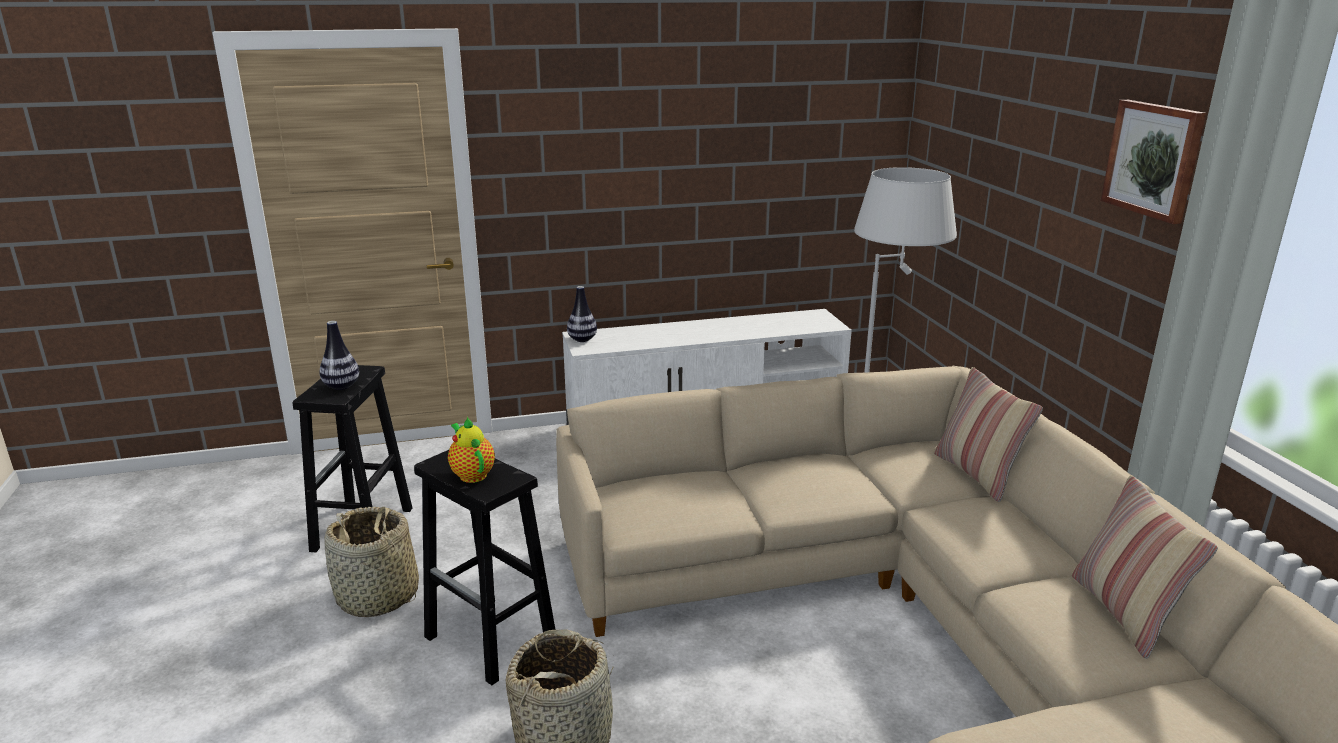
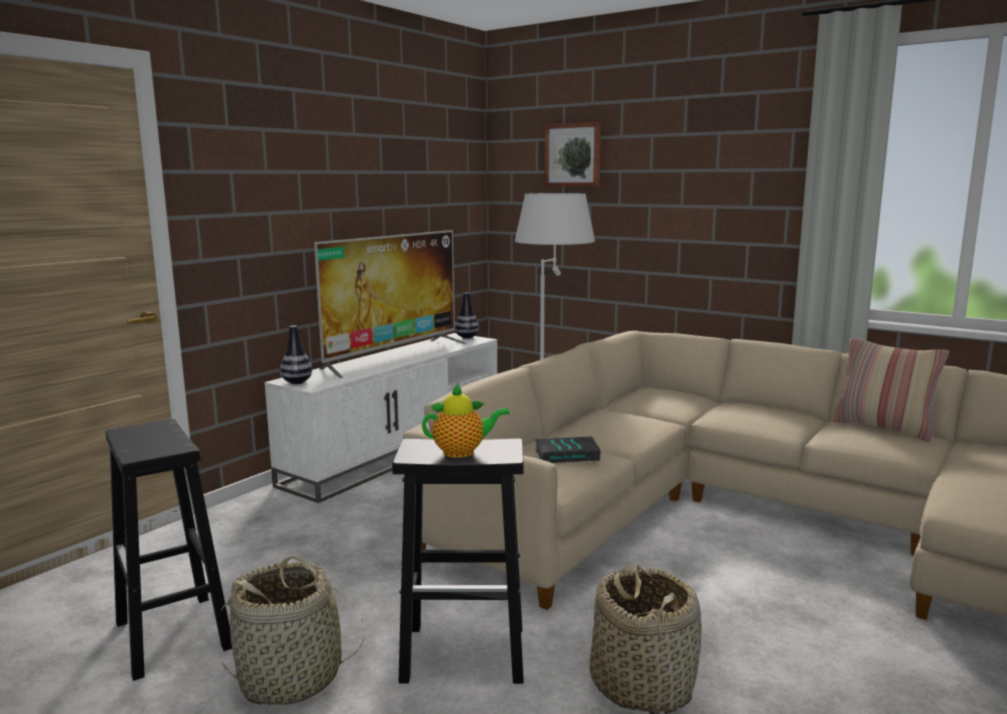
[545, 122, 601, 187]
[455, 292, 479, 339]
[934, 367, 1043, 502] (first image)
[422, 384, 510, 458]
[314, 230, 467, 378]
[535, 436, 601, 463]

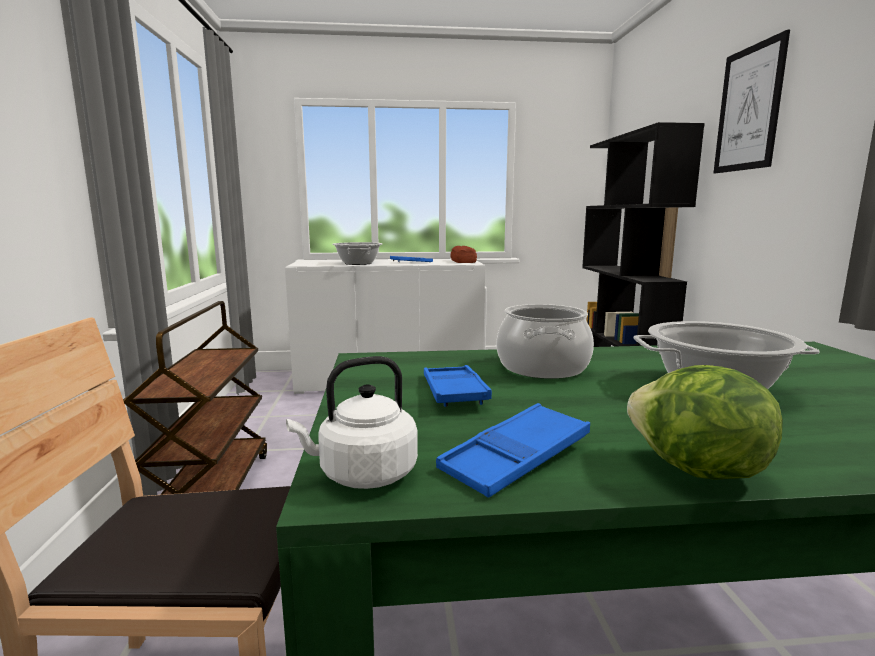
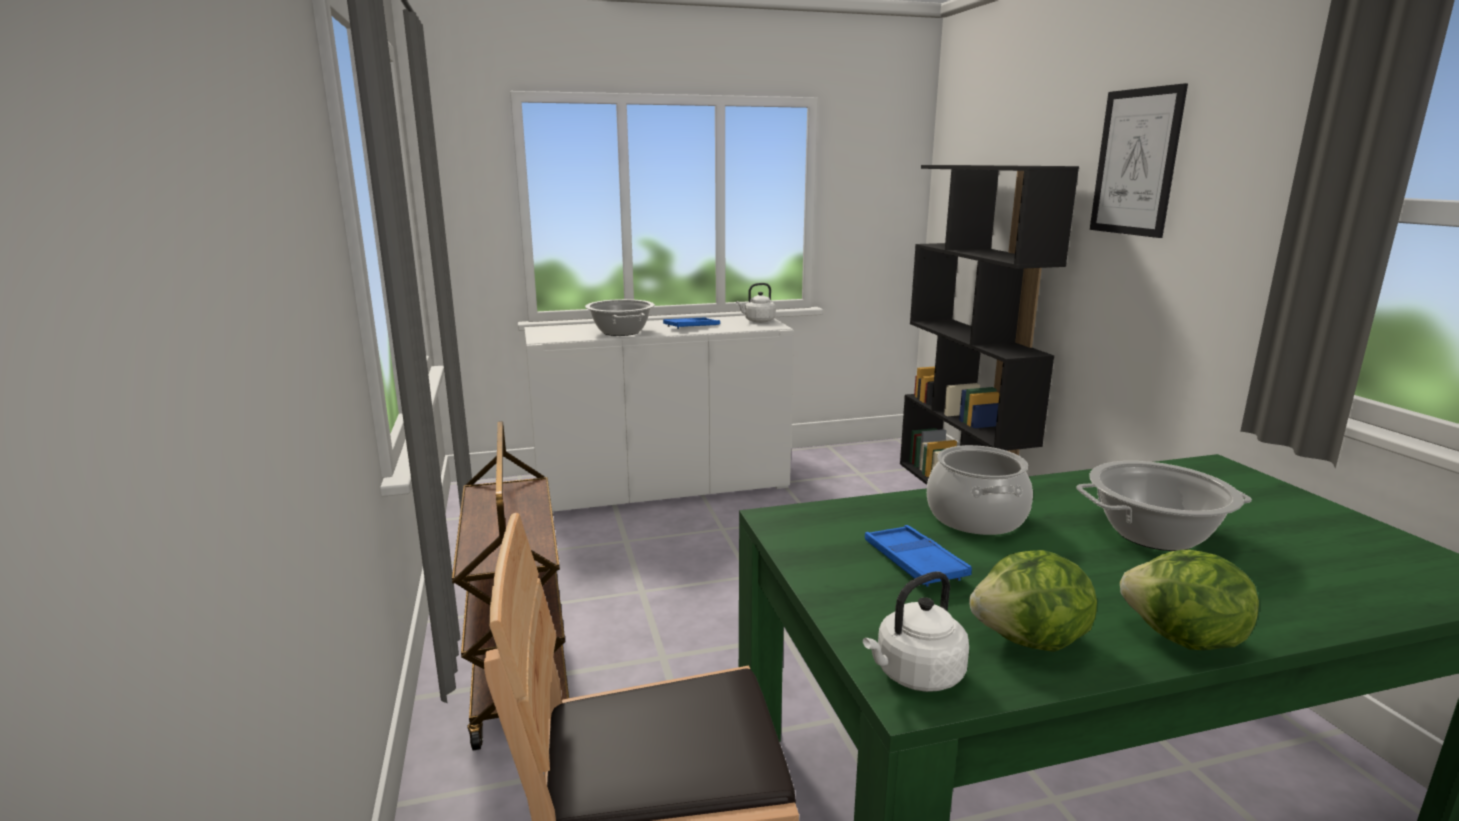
[736, 283, 776, 323]
[969, 550, 1097, 652]

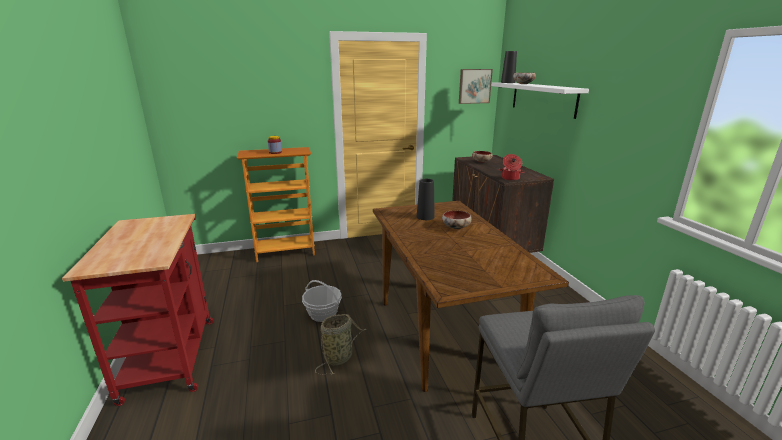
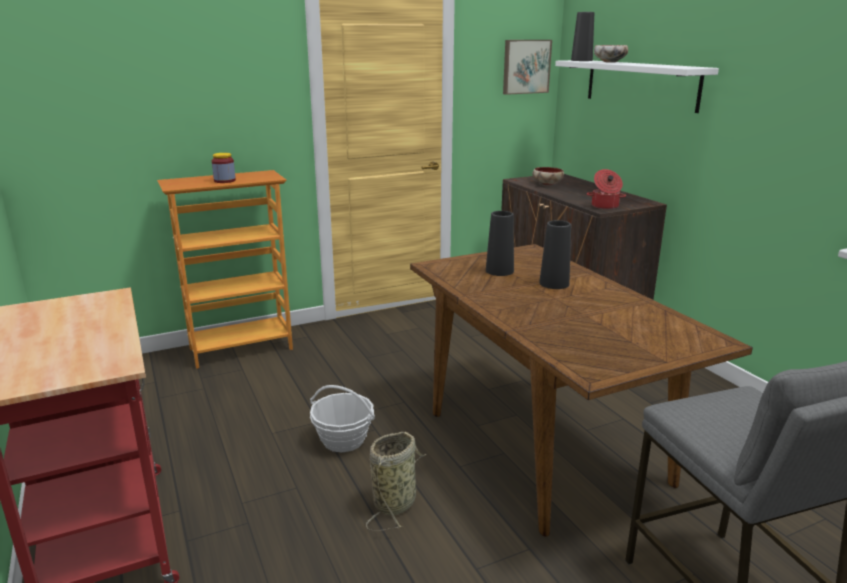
[539, 220, 571, 289]

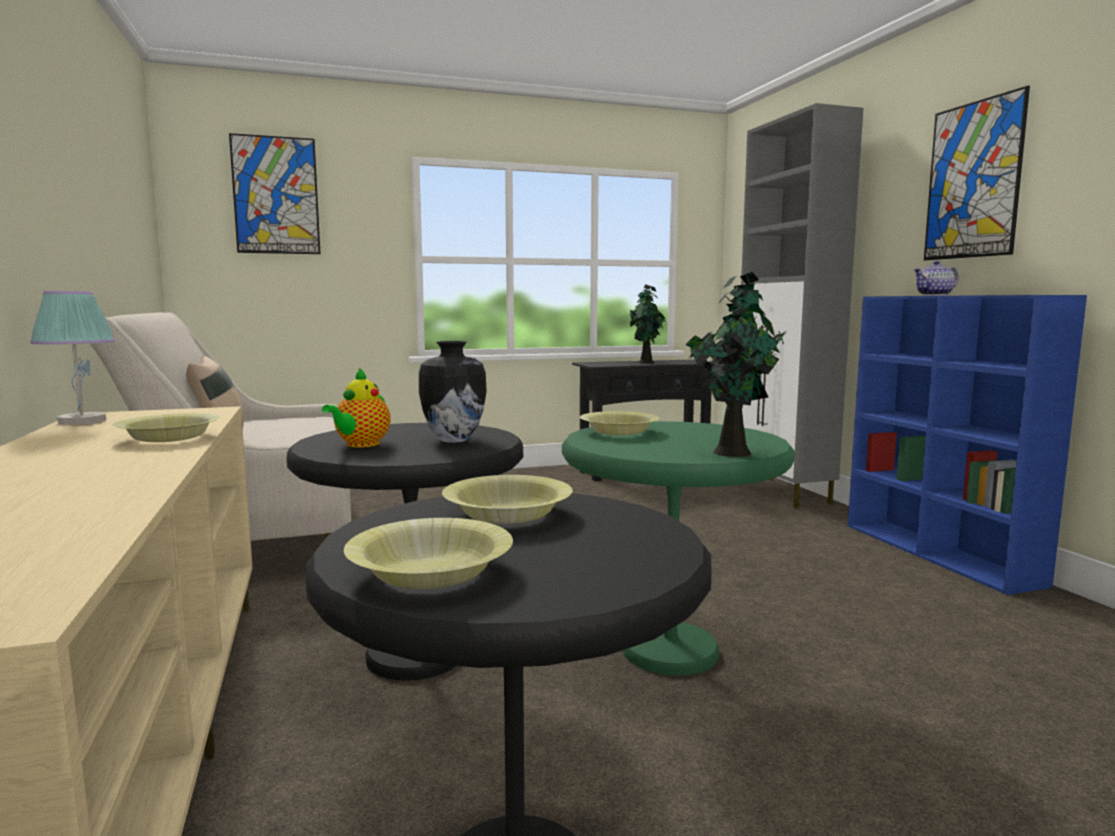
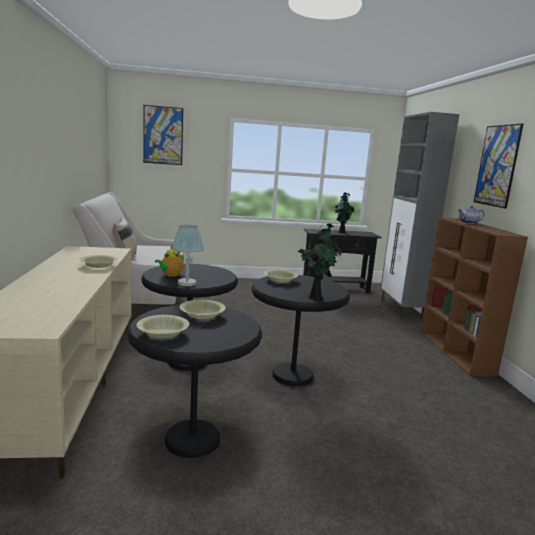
[172, 225, 204, 286]
[421, 218, 528, 377]
[419, 341, 487, 443] (first image)
[251, 275, 350, 386]

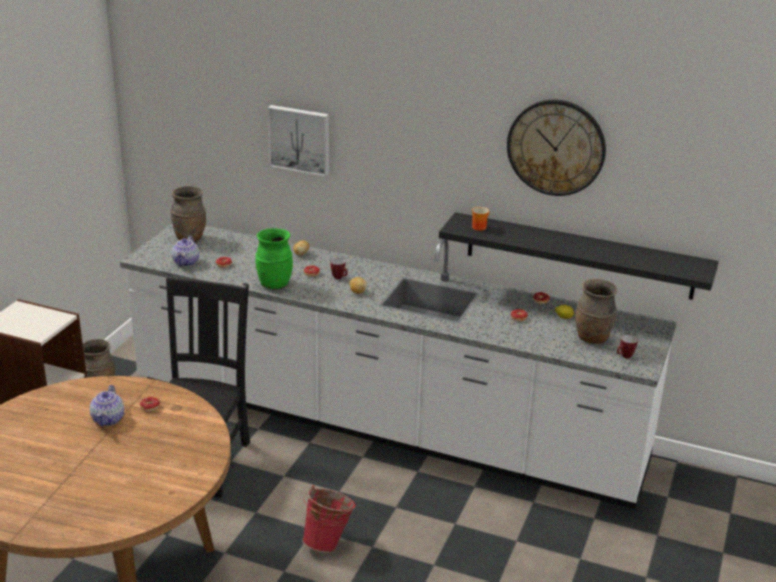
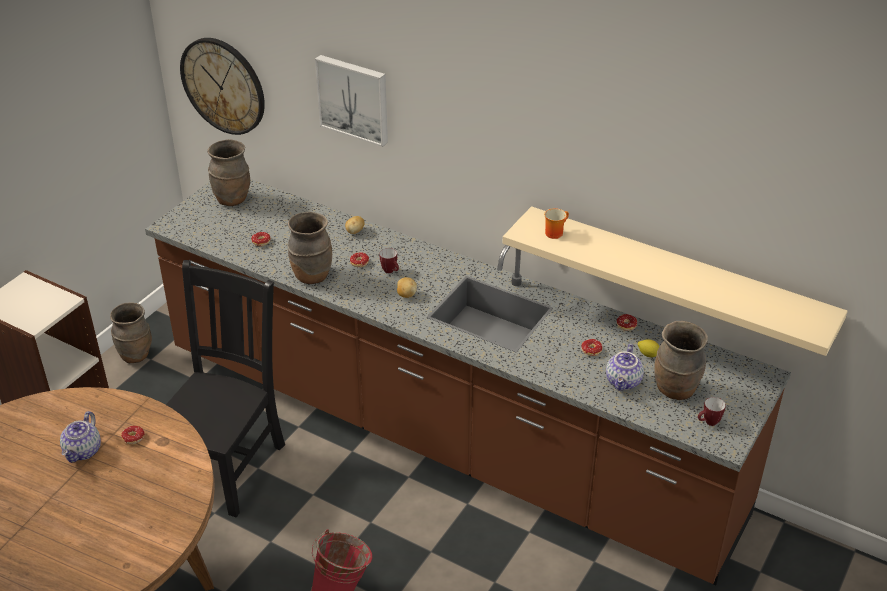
[180, 38, 265, 135]
[503, 206, 848, 356]
[145, 179, 791, 585]
[288, 212, 332, 284]
[606, 344, 644, 391]

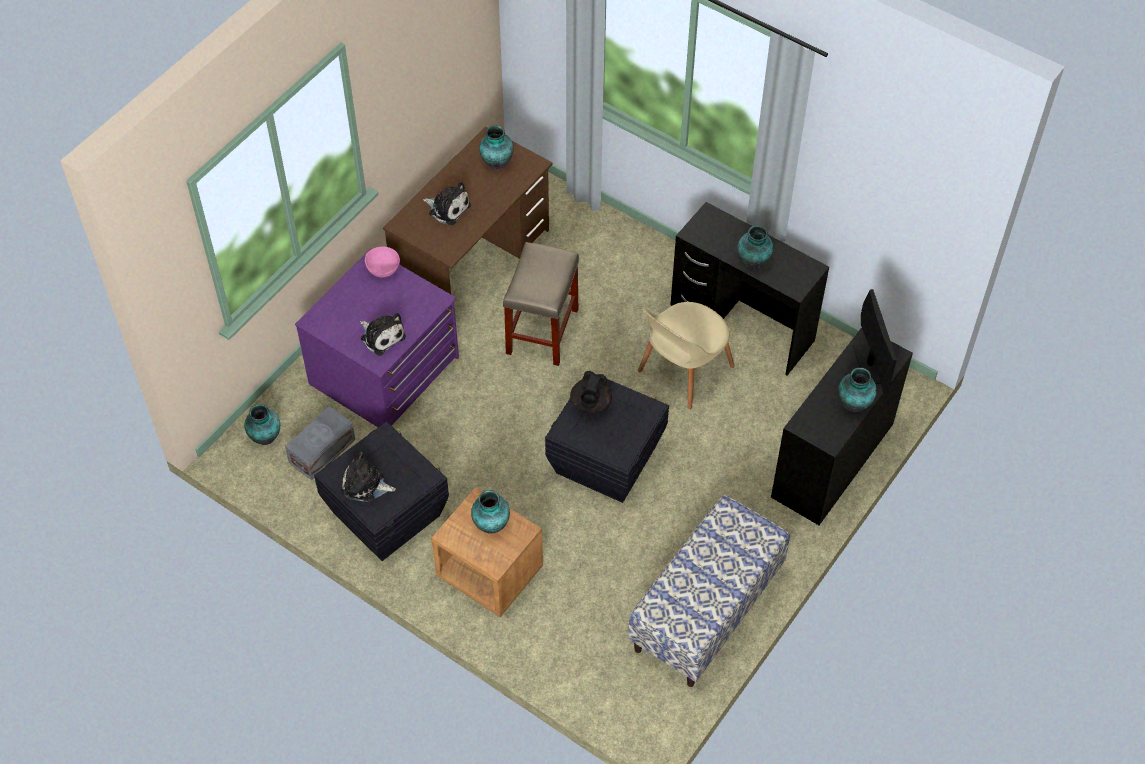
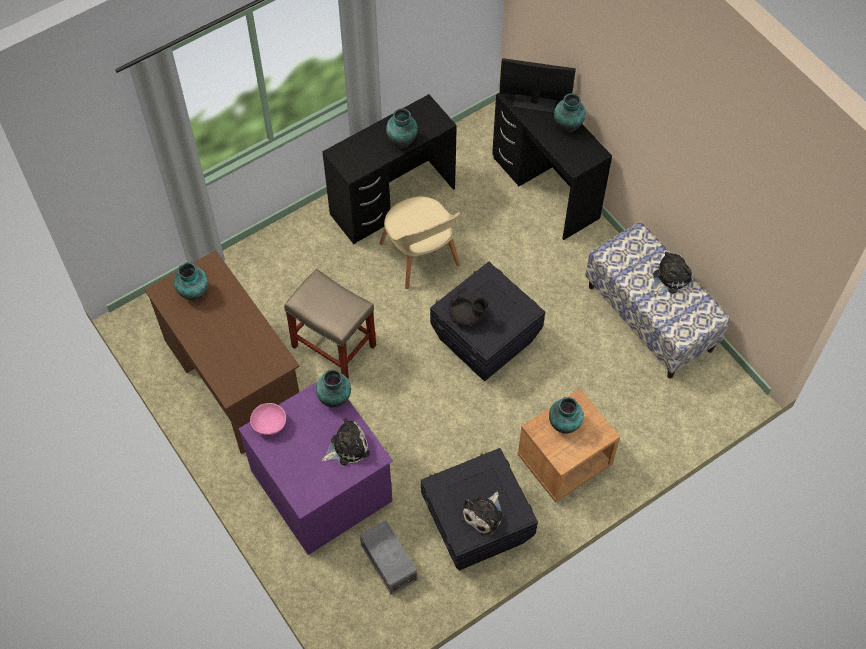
[653, 251, 692, 295]
[316, 370, 351, 407]

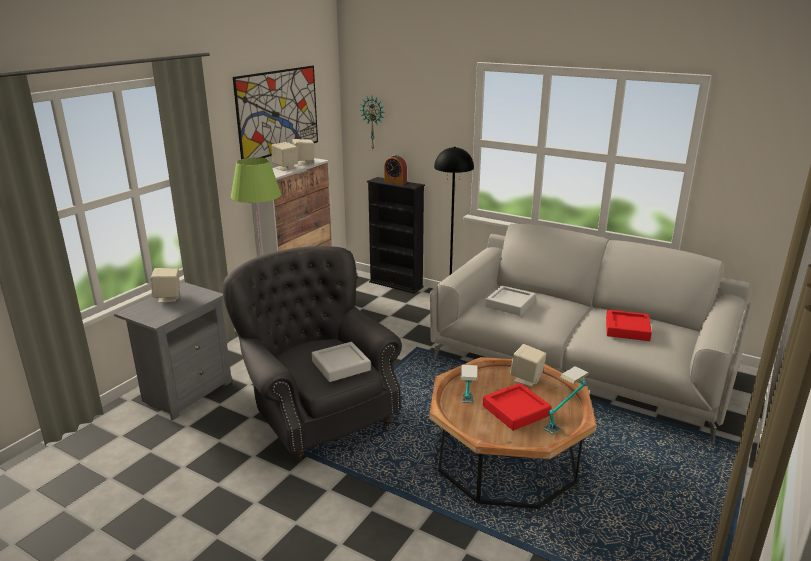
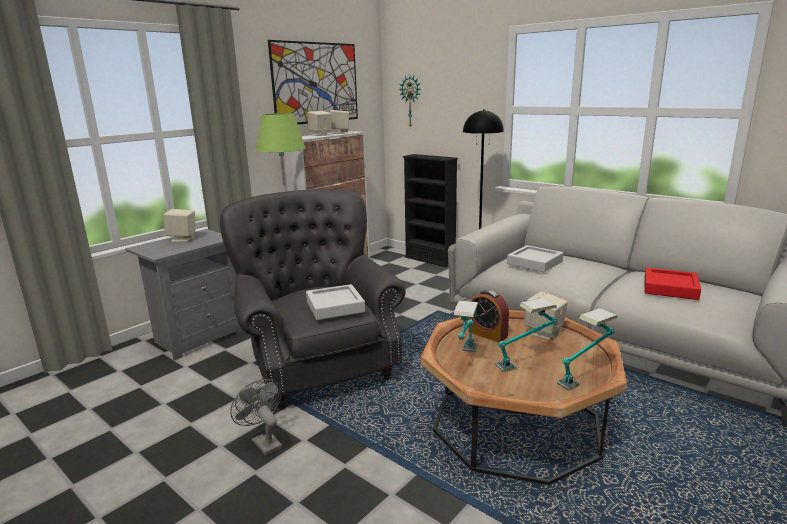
[468, 290, 509, 343]
[496, 298, 558, 372]
[230, 379, 282, 456]

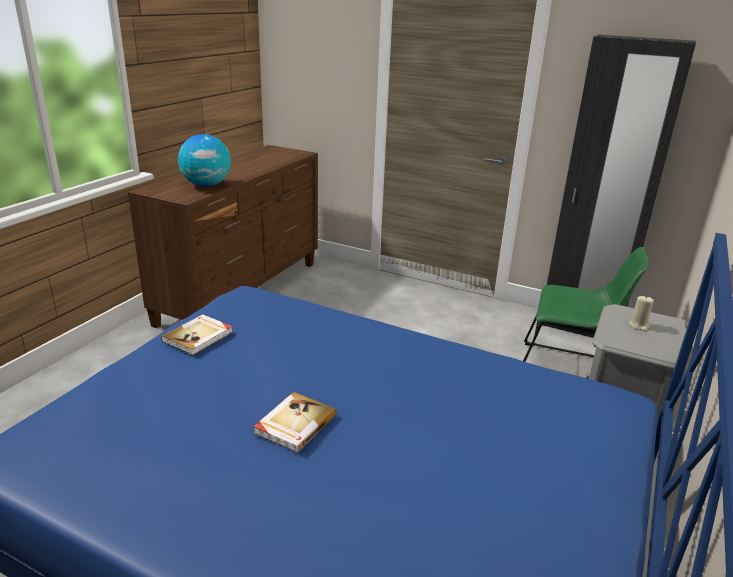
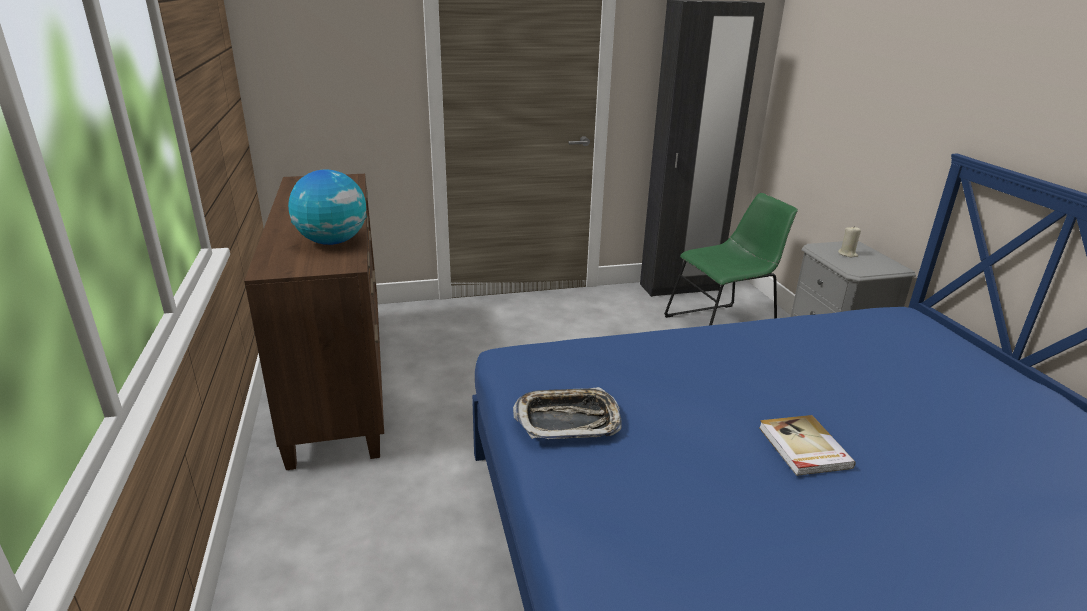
[513, 387, 622, 439]

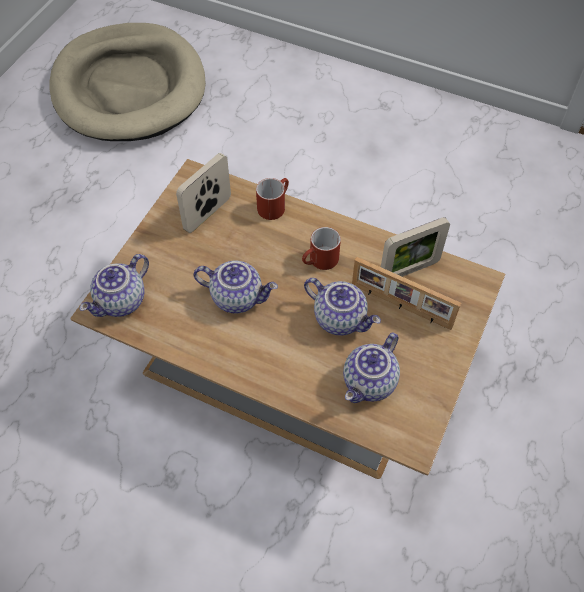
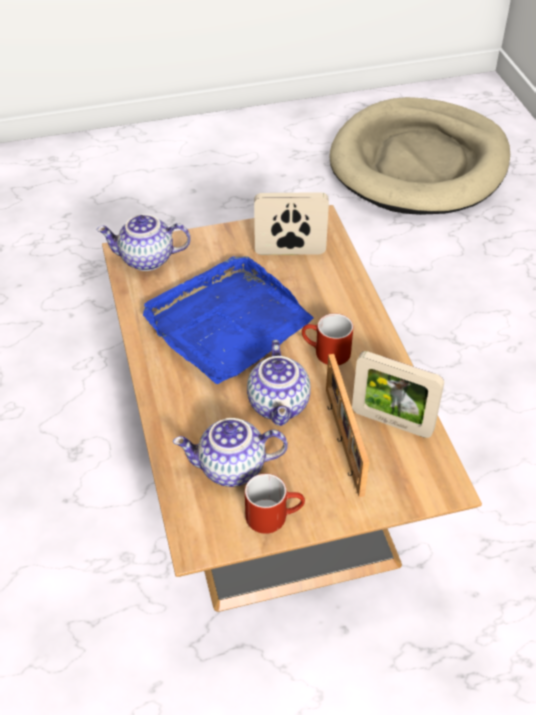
[245, 474, 305, 534]
[143, 256, 314, 384]

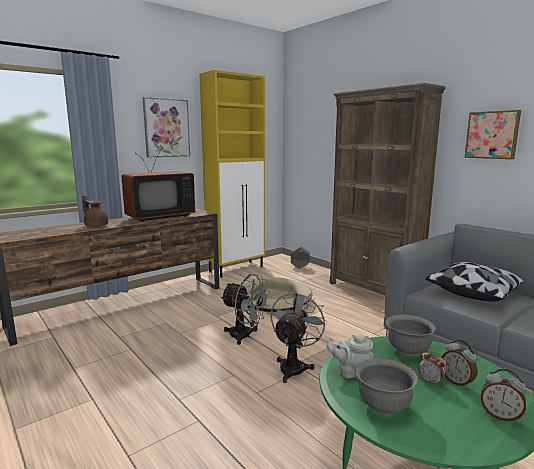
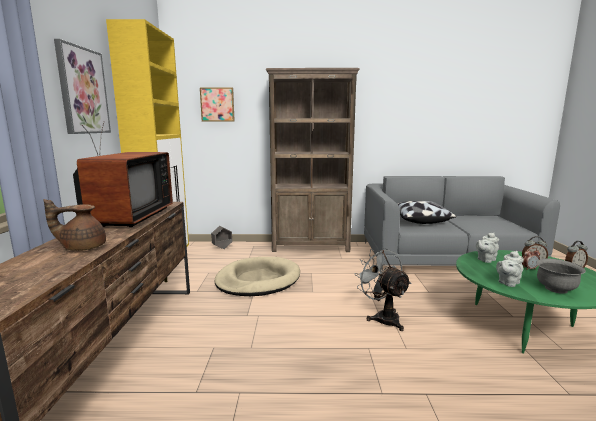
[200, 88, 235, 122]
[220, 274, 271, 345] (first image)
[476, 233, 499, 263]

